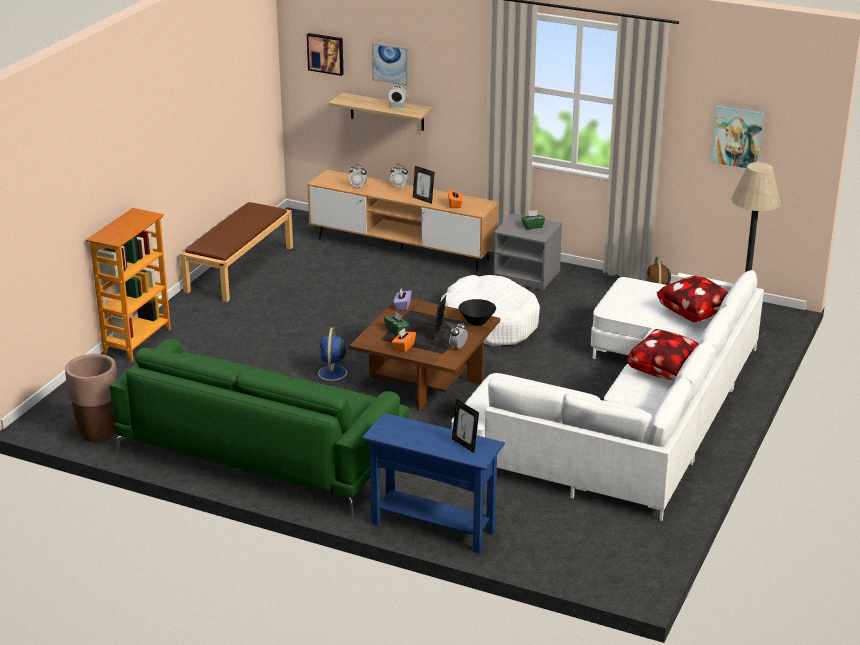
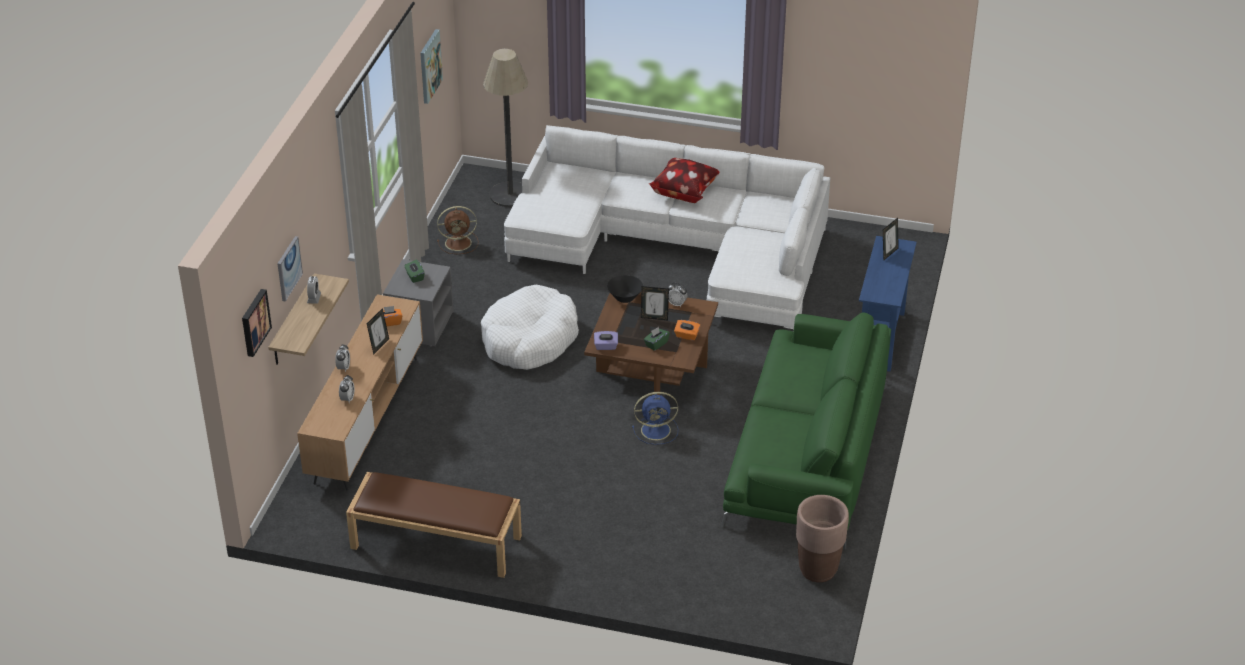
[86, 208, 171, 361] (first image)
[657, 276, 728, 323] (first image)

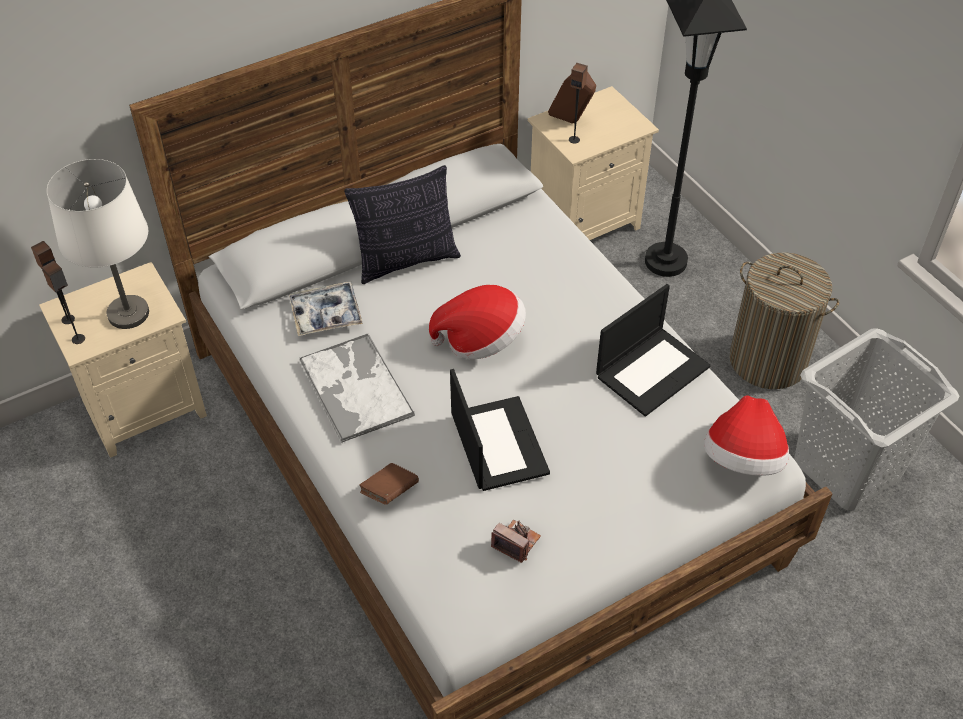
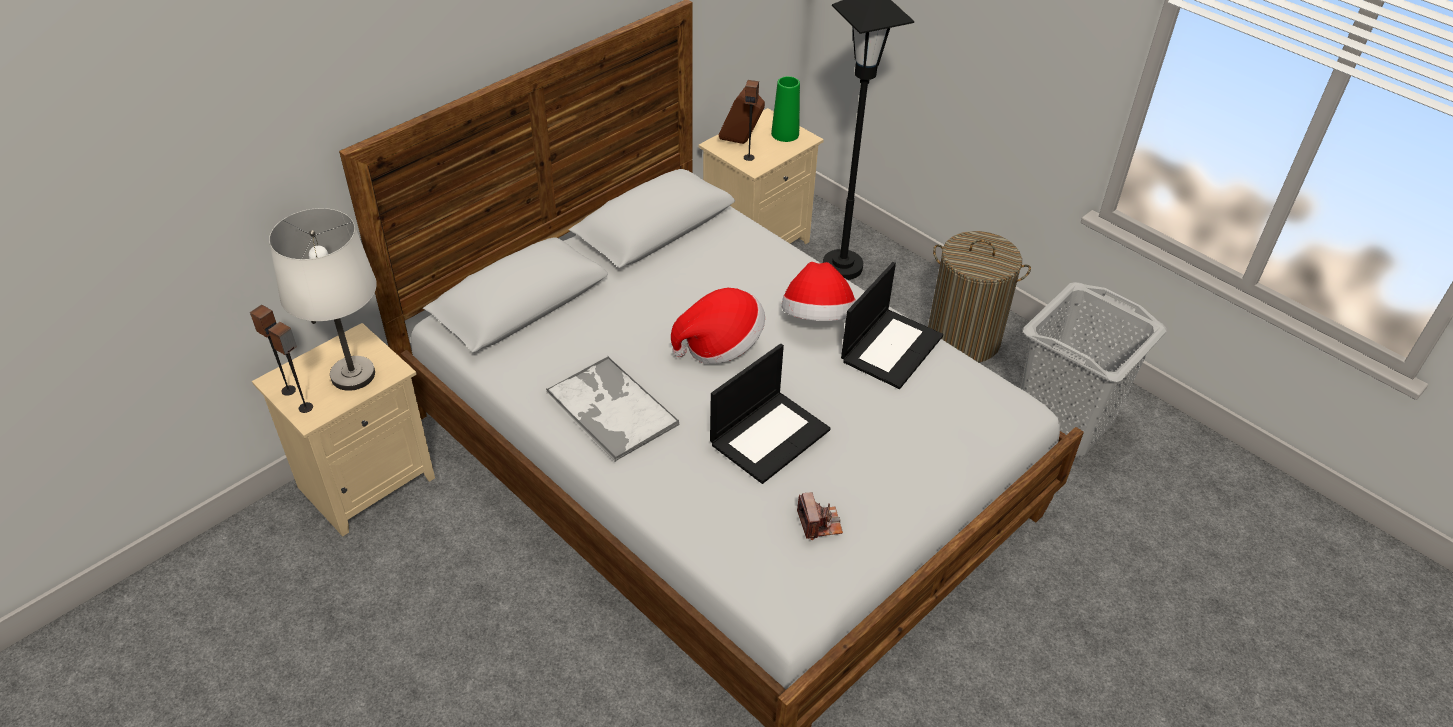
[344, 165, 461, 284] (first image)
[289, 281, 363, 336] (first image)
[710, 344, 831, 484]
[782, 262, 856, 321]
[359, 463, 419, 505] (first image)
[797, 492, 843, 540]
[771, 76, 800, 142]

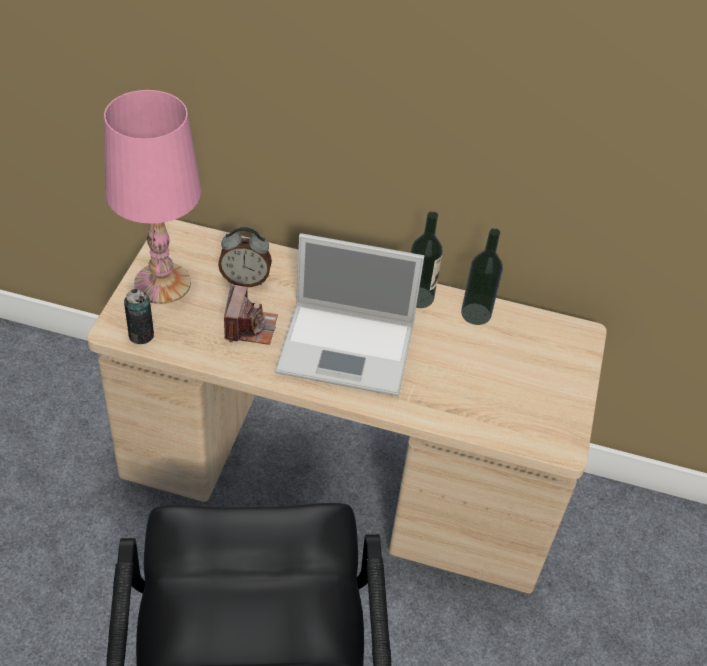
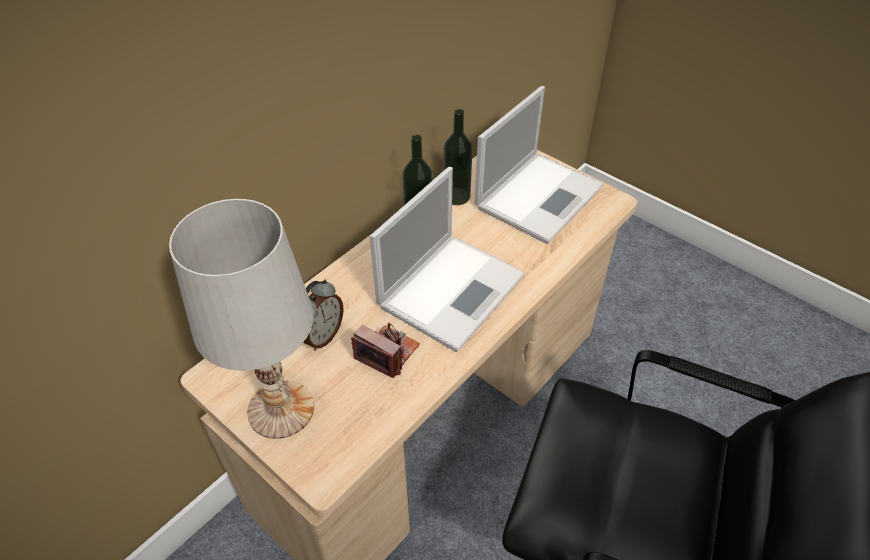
[169, 199, 314, 439]
[124, 289, 154, 344] (first image)
[475, 86, 604, 244]

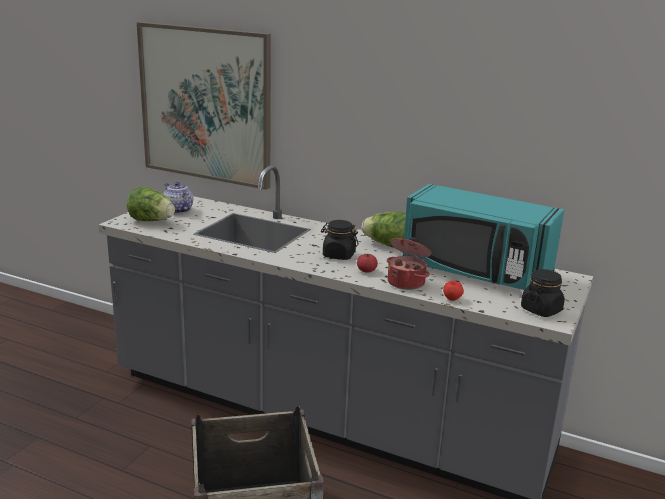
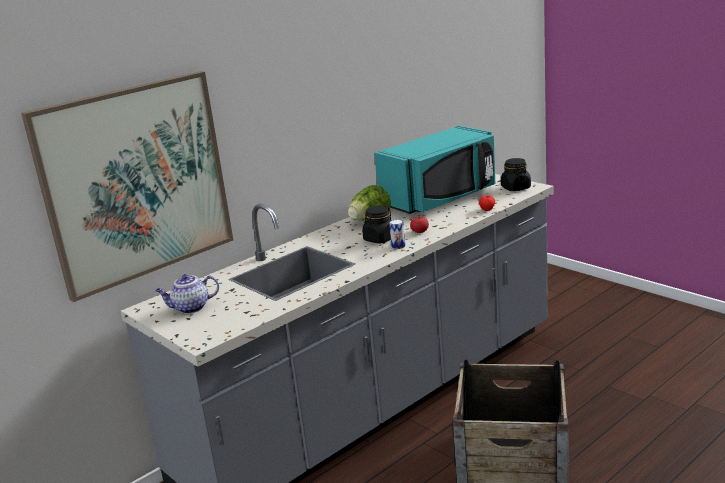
[127, 187, 175, 221] (first image)
[387, 237, 431, 290] (first image)
[389, 220, 405, 249]

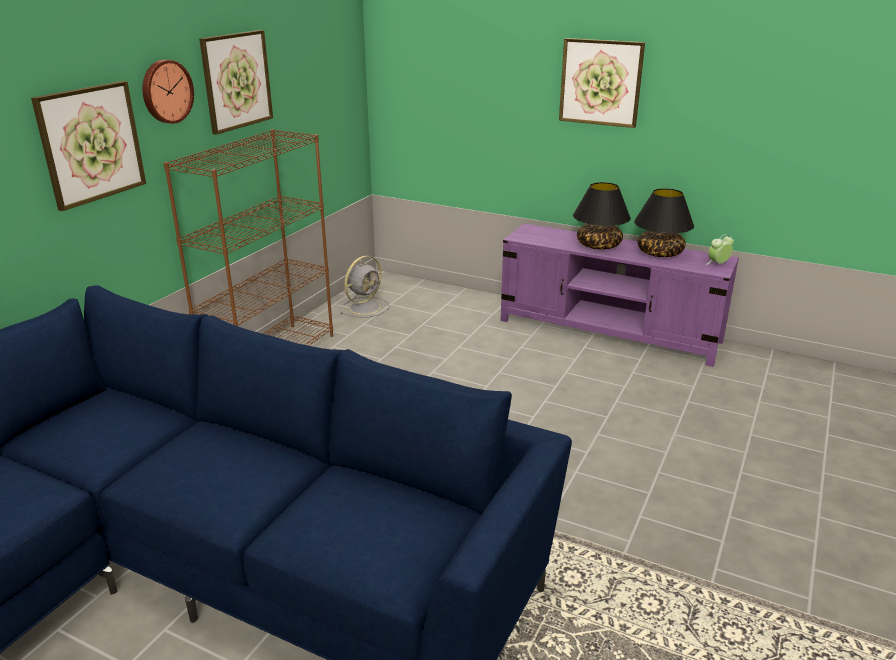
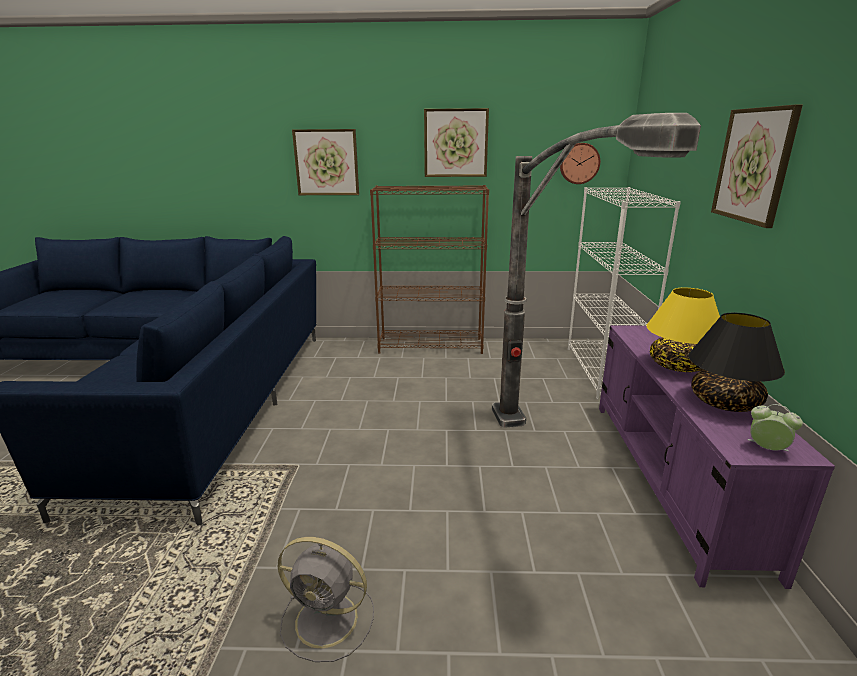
[560, 143, 600, 184]
[646, 288, 720, 372]
[278, 537, 374, 662]
[492, 113, 701, 428]
[568, 187, 681, 399]

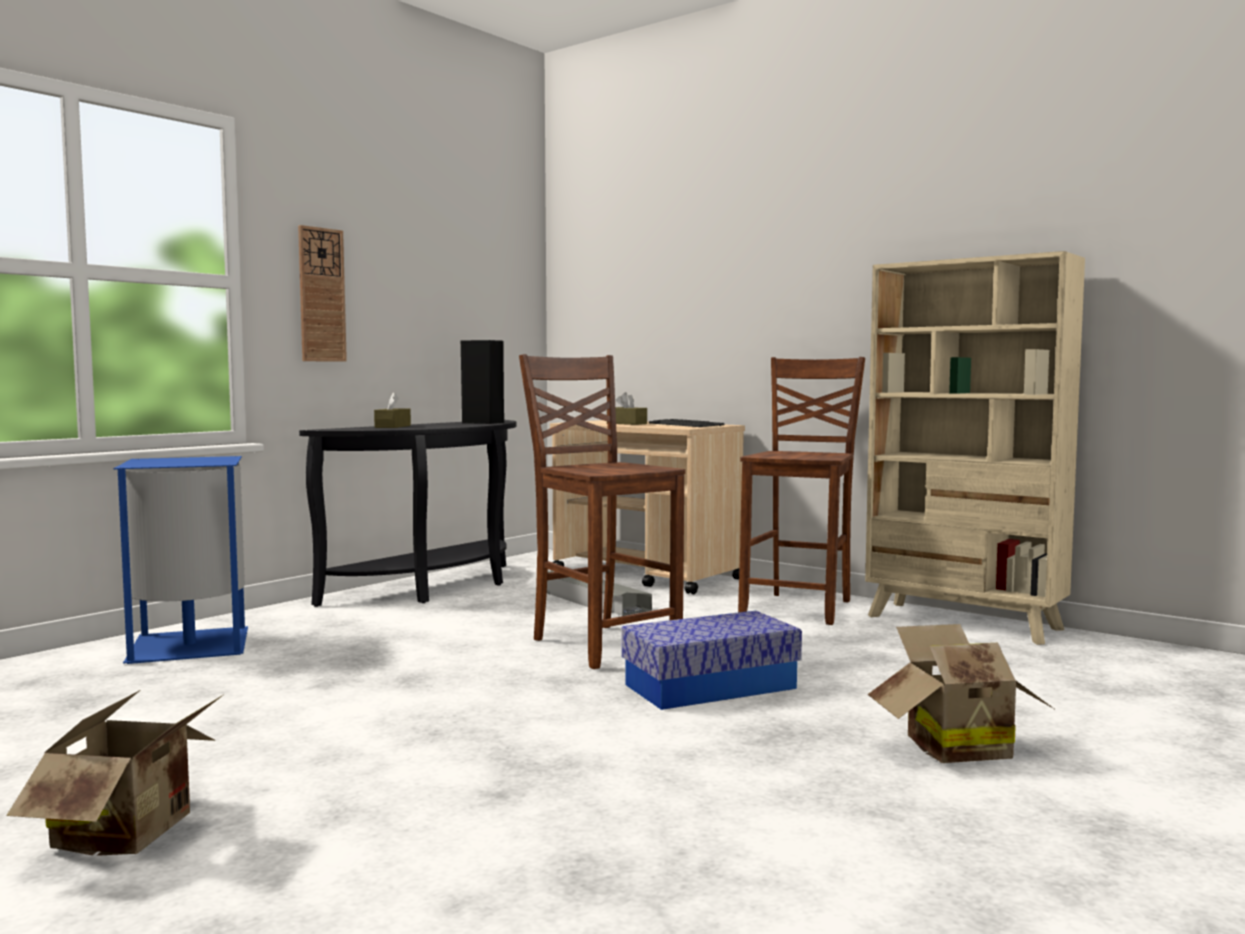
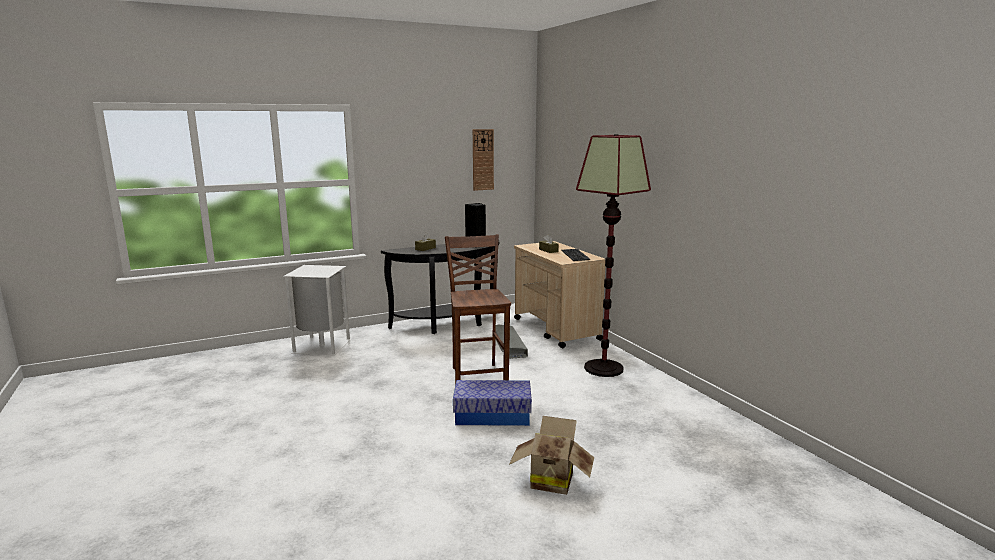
[473, 129, 494, 191]
[865, 251, 1085, 645] (first image)
[576, 134, 651, 377]
[283, 265, 351, 355]
[6, 690, 223, 856] (first image)

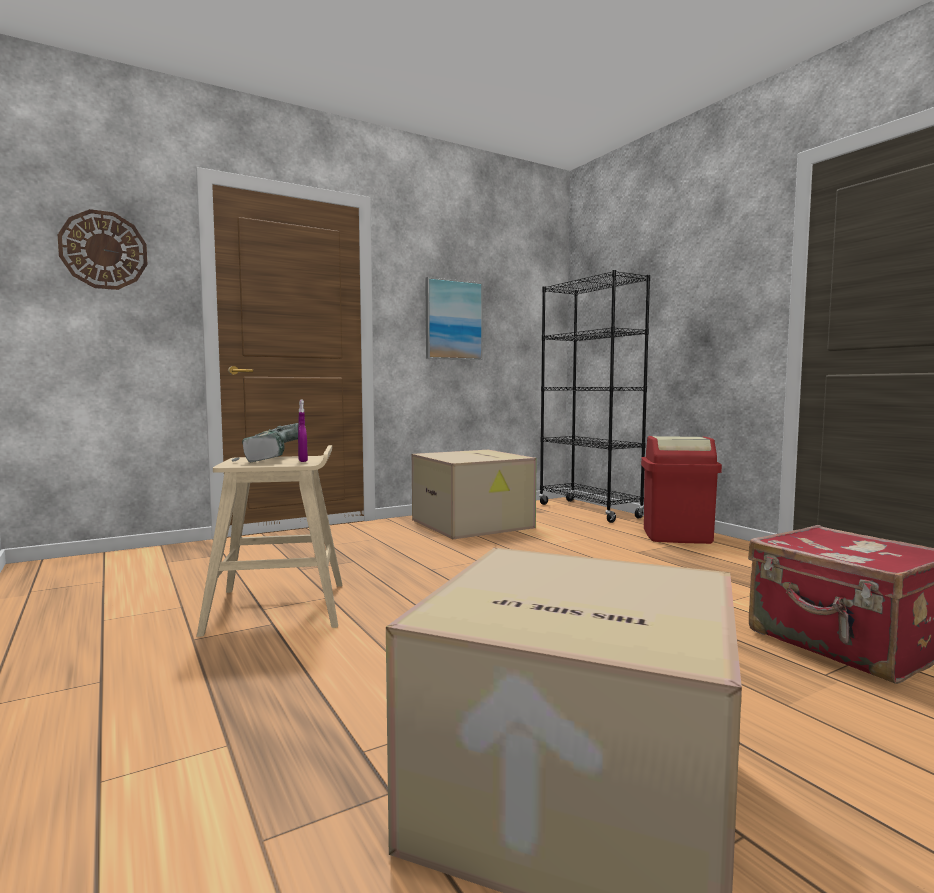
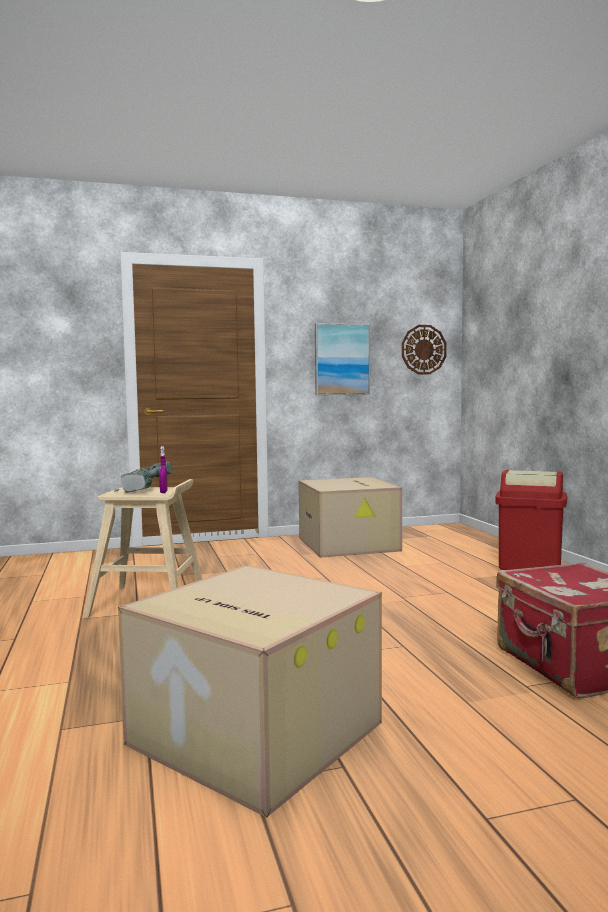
[402, 325, 447, 374]
[539, 270, 650, 523] (first image)

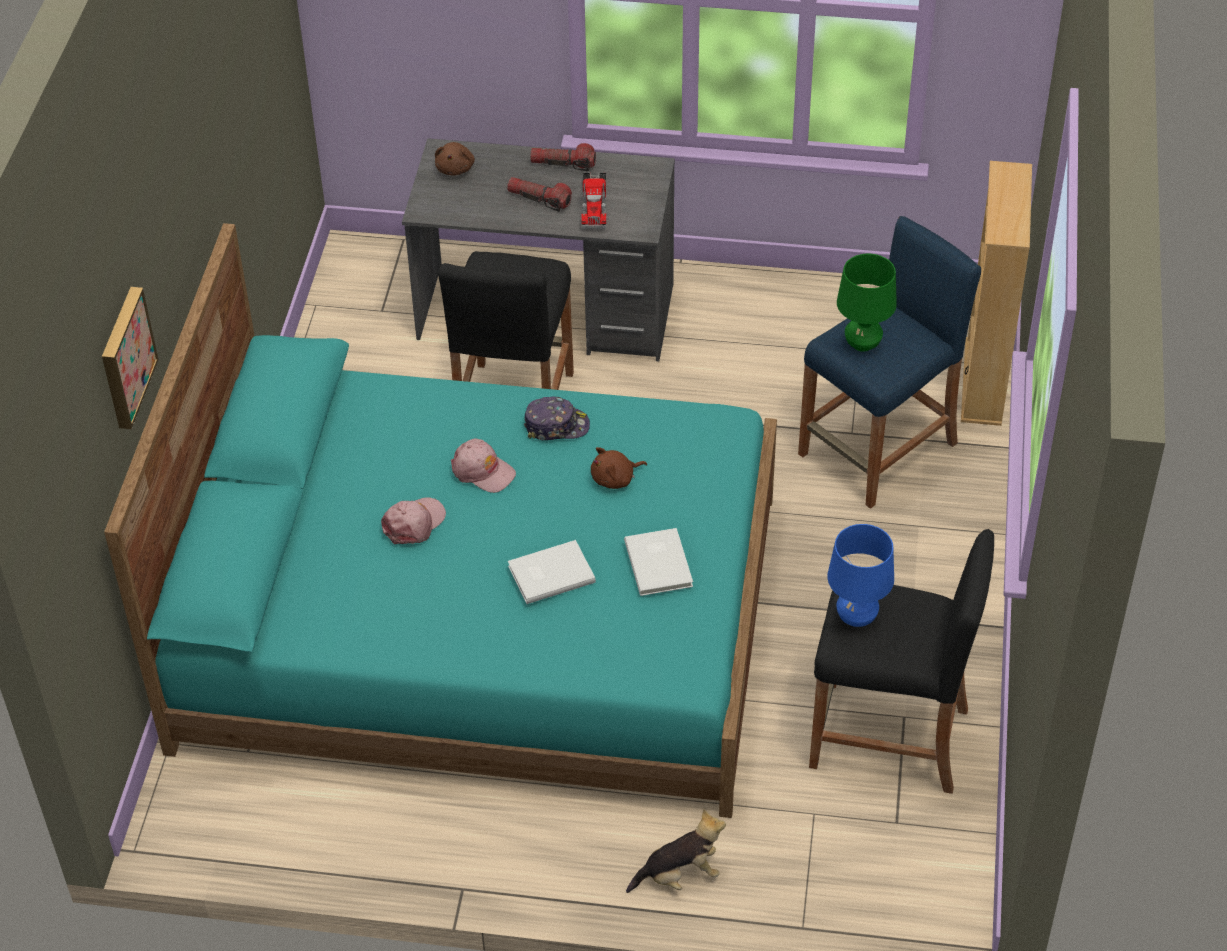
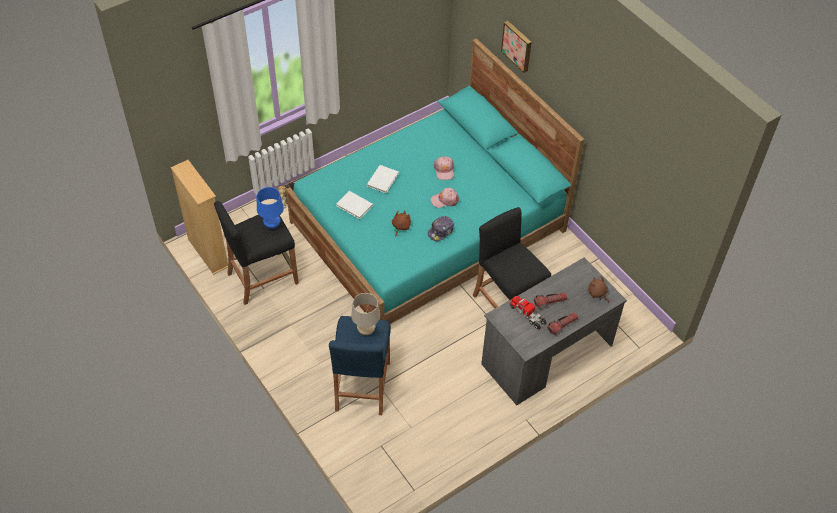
[171, 160, 228, 275]
[351, 293, 380, 335]

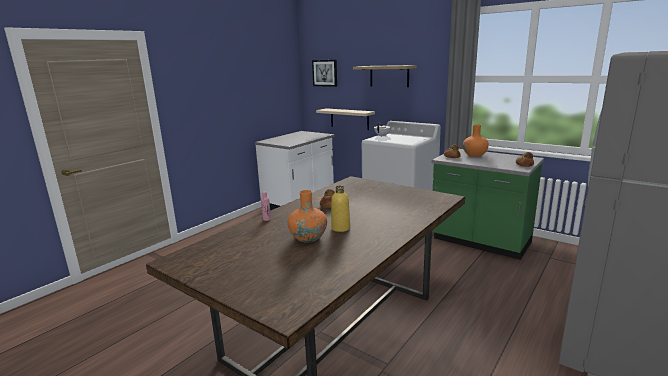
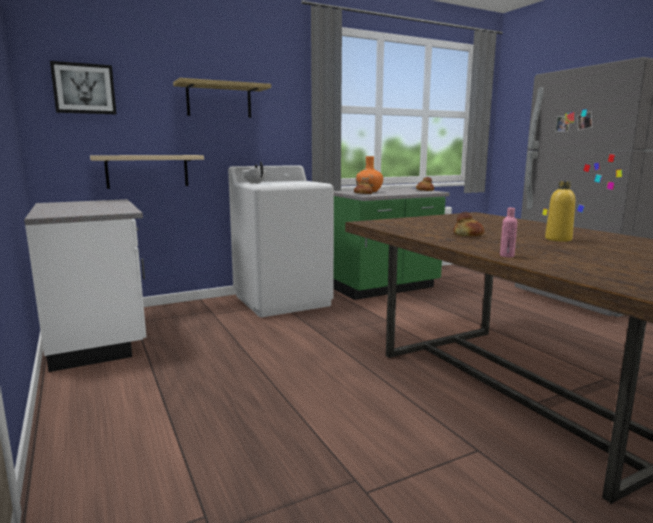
[288, 190, 327, 243] (first image)

